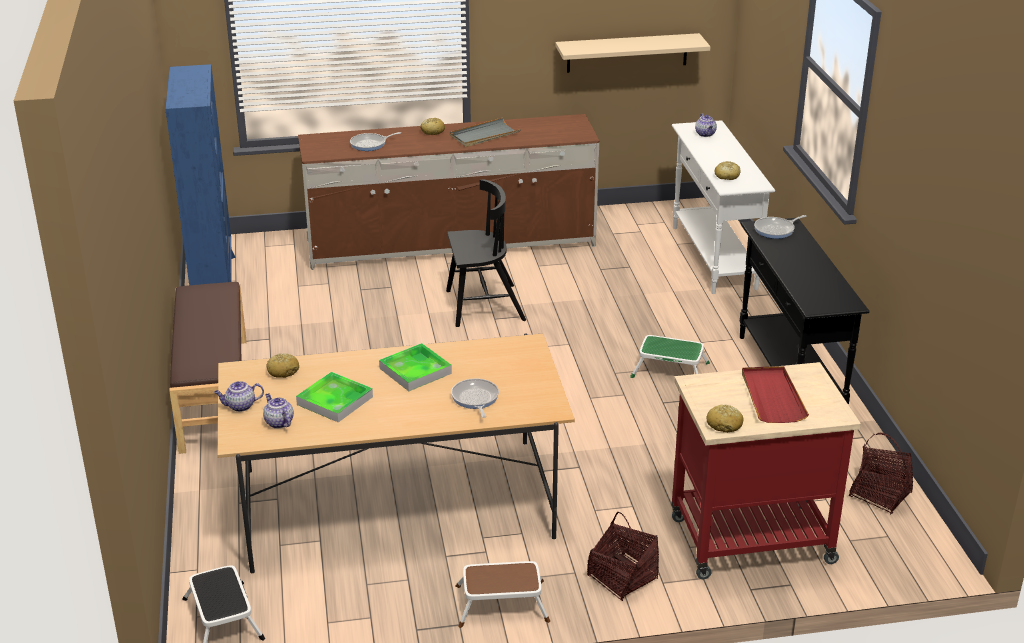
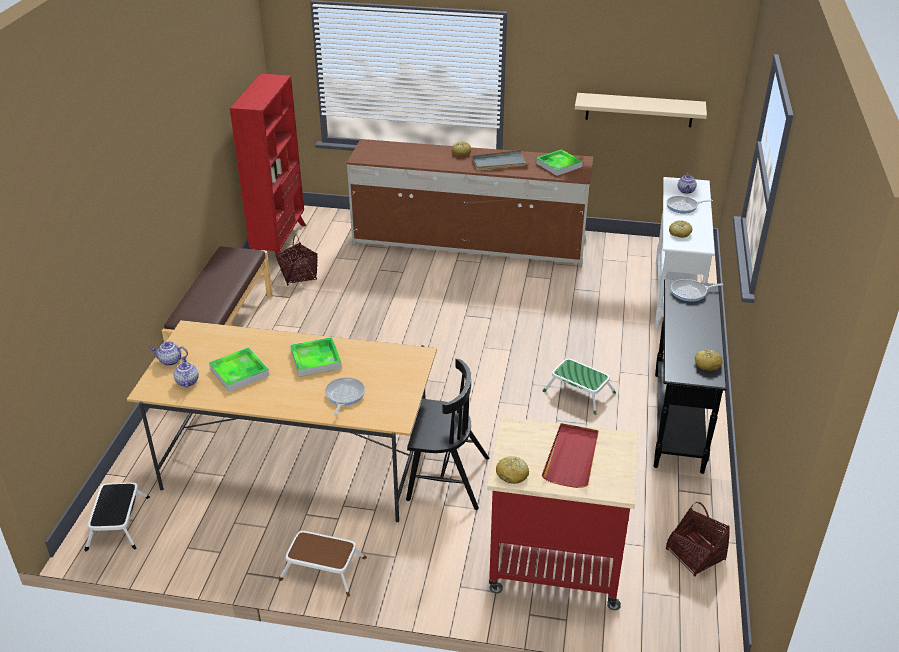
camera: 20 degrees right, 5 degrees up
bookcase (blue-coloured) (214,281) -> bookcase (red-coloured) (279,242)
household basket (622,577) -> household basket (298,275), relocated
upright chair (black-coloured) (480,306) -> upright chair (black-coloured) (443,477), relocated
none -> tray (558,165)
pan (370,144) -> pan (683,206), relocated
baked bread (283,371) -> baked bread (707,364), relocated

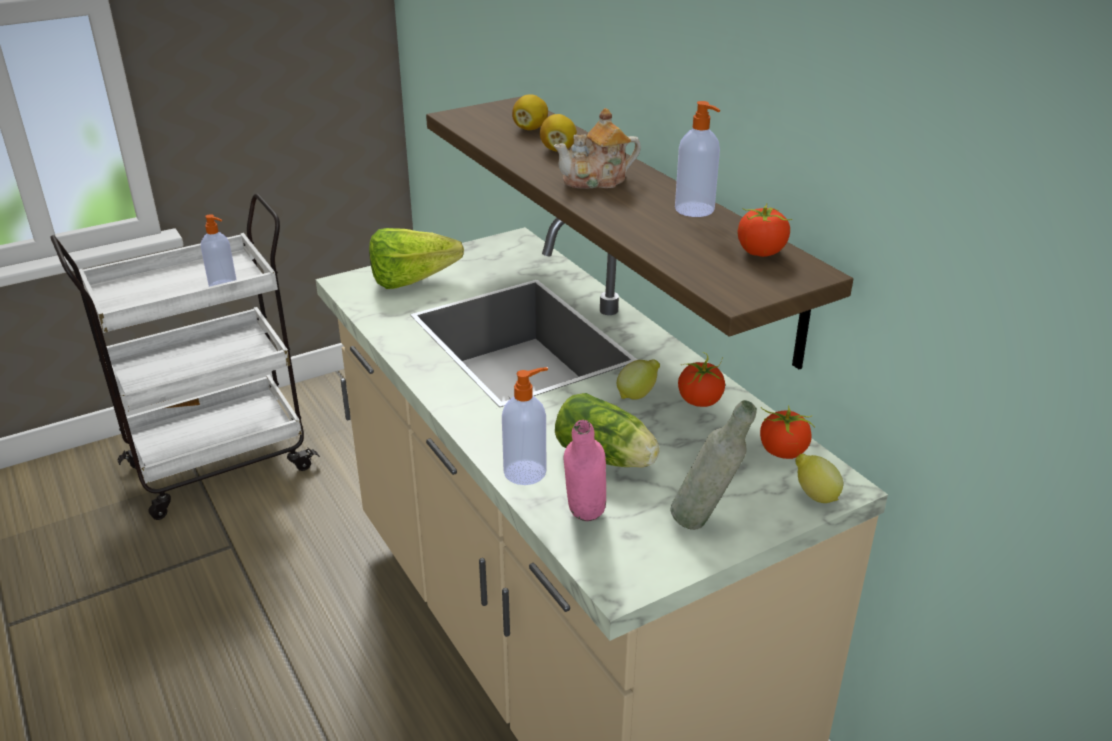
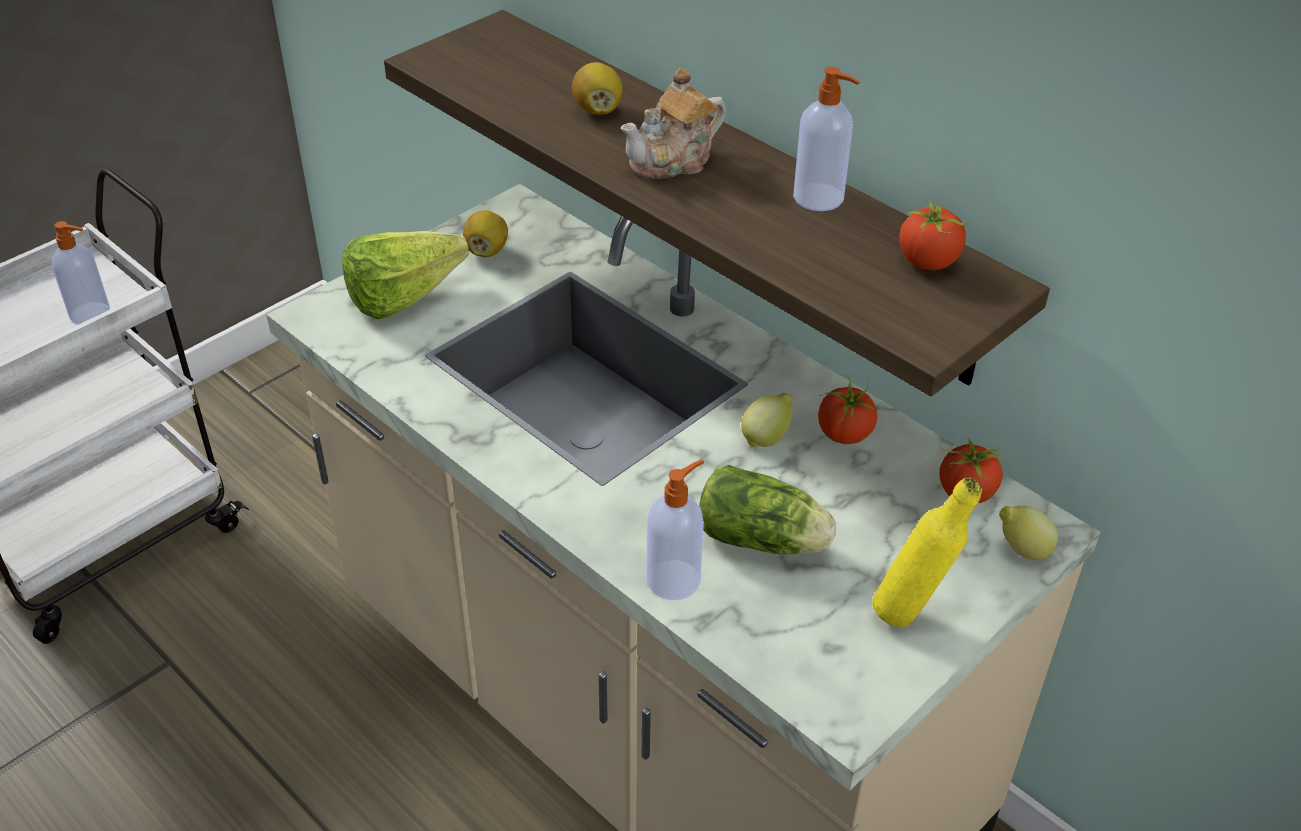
camera: 15 degrees left, 10 degrees up
citrus fruit (530,128) -> citrus fruit (486,250), relocated
drink bottle (greyish) (705,522) -> drink bottle (yellowish) (912,611)
drink bottle (pink-coloured) (584,524) -> none

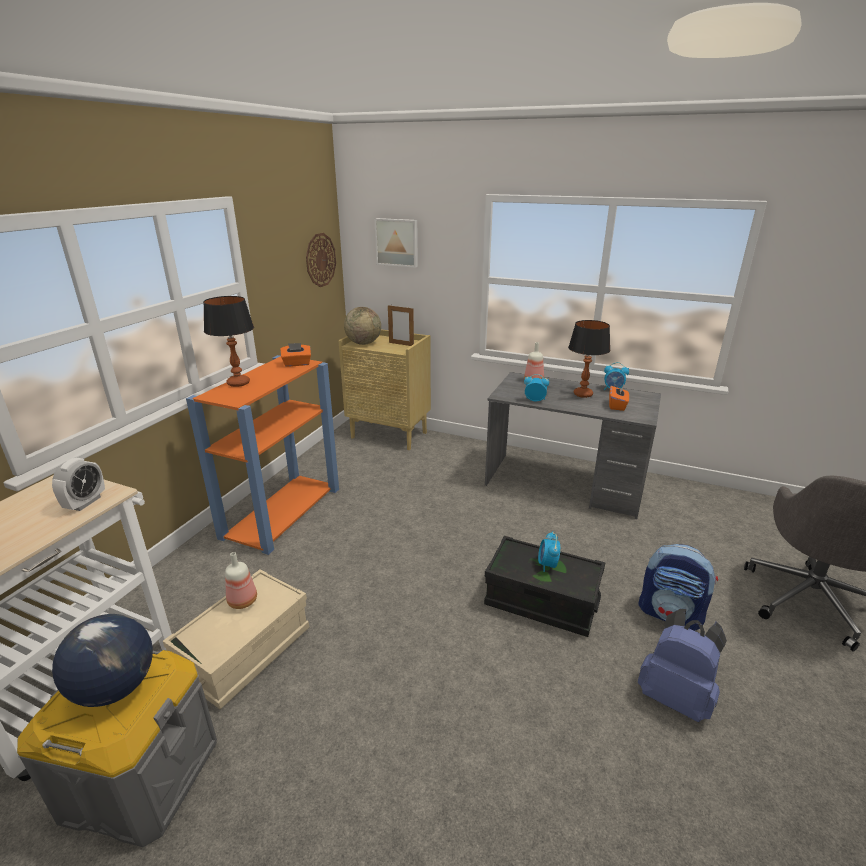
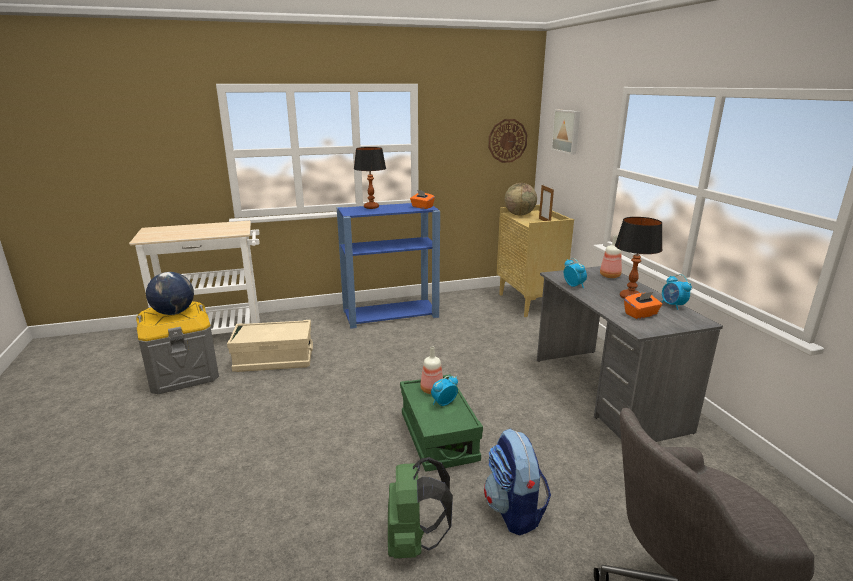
camera: 50 degrees right, 5 degrees down
bookcase (orangey) (283,512) -> bookcase (blue-coloured) (391,314)
knapsack (blue-coloured) (675,696) -> knapsack (green-coloured) (414,541)
storage container (black-coloured) (541,602) -> storage container (green-coloured) (438,437)
drink bottle (243,601) -> drink bottle (432,390), relocated
alarm clock (85,503) -> none

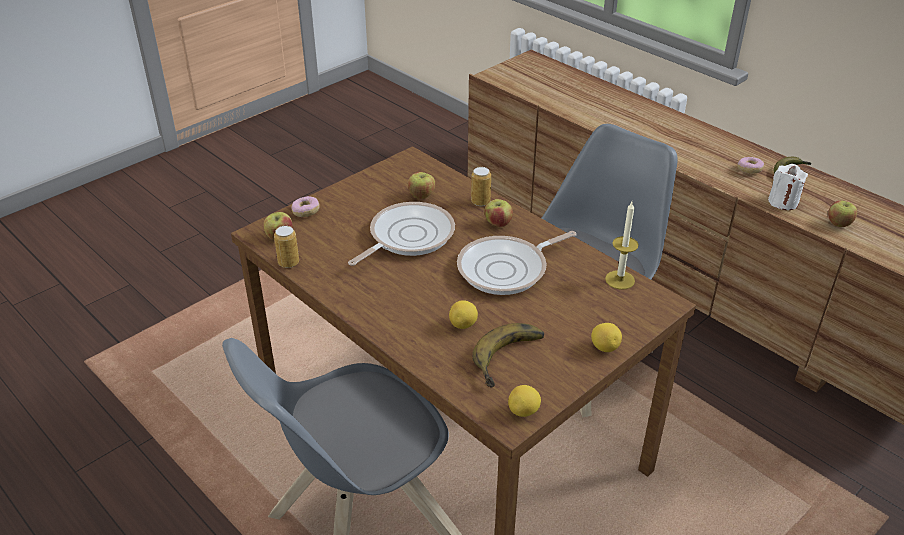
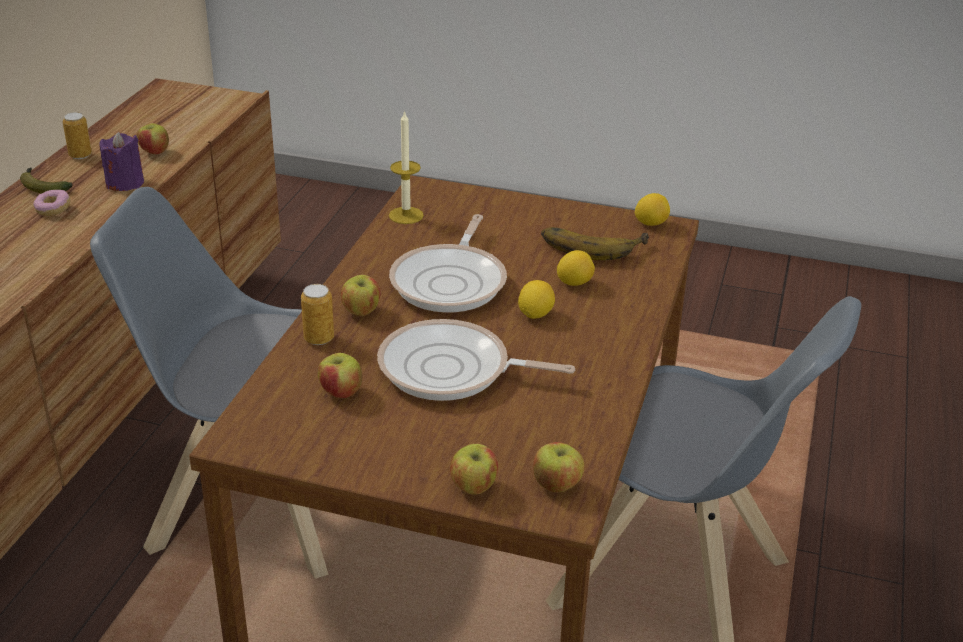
camera: 120 degrees left, 5 degrees down
can (288,263) -> can (80,155), relocated
wax candle (white-coloured) (783,202) -> wax candle (purple) (125,183)
pan (507,269) -> pan (451,282), 75 degrees clockwise
donut (306,212) -> apple fruit (474,487)
citrus fruit (604,347) -> citrus fruit (535,314), relocated

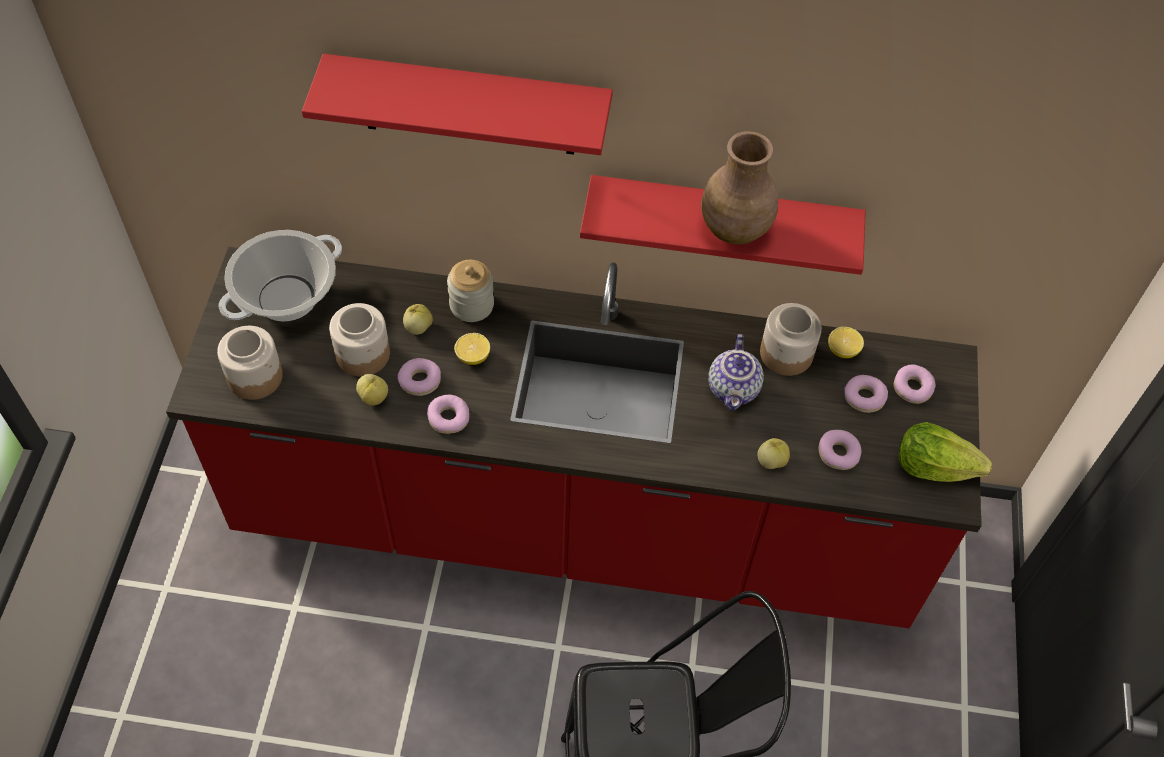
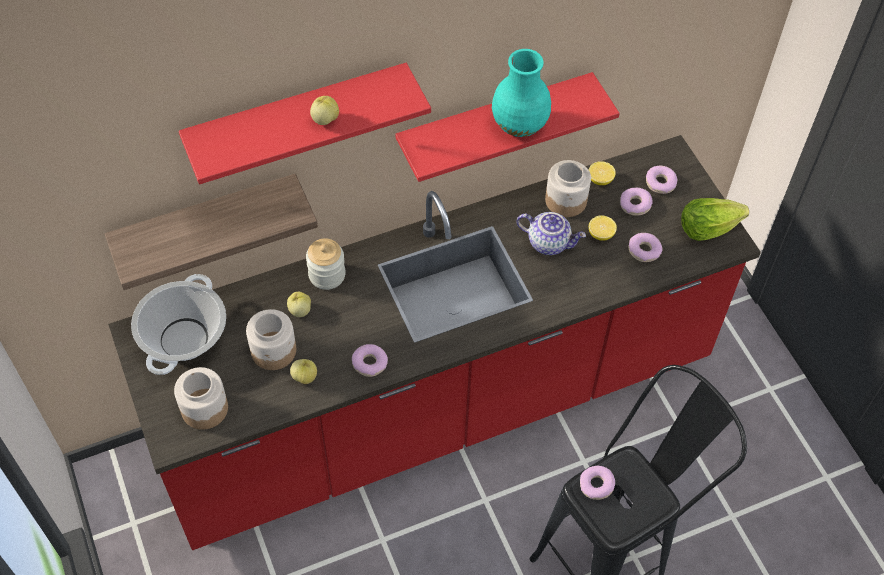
camera: 30 degrees left, 0 degrees up
none -> bracket shelf (207,224)
apple fruit (771,461) -> apple fruit (325,119), relocated
vase (brownish) (735,229) -> vase (blue-green) (520,125)
tea pot (734,389) -> tea pot (549,242), 45 degrees counterclockwise
donut (420,381) -> donut (596,485), relocated
citrus fruit (473,356) -> citrus fruit (601,234), relocated

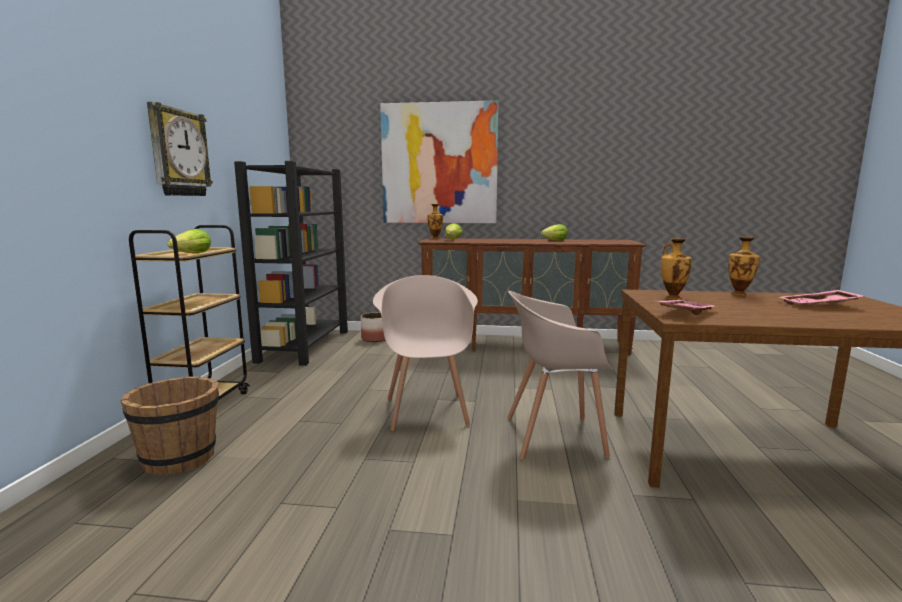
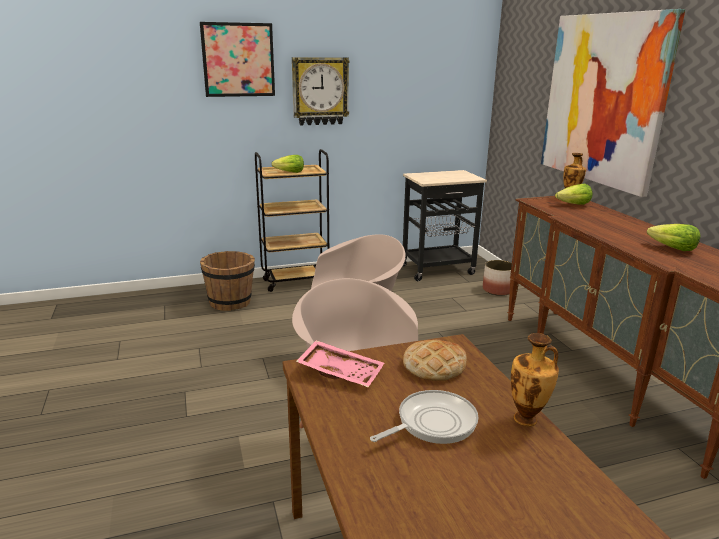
camera: 65 degrees right, 10 degrees up
none -> picture (238,60)
none -> pan (432,423)
bookcase (black-coloured) (305,346) -> cart (437,270)
vase (672,297) -> baked bread (434,366)
tray (pink-coloured) (819,306) -> none

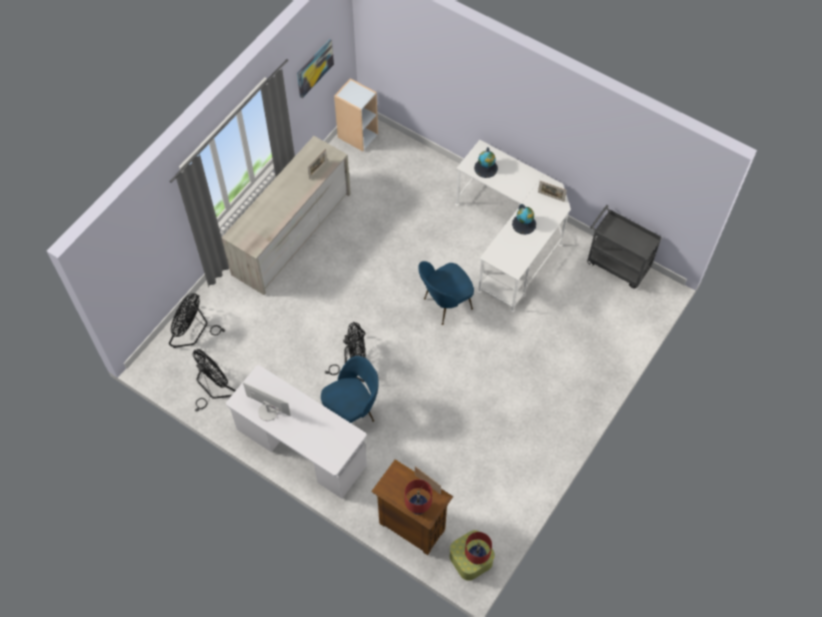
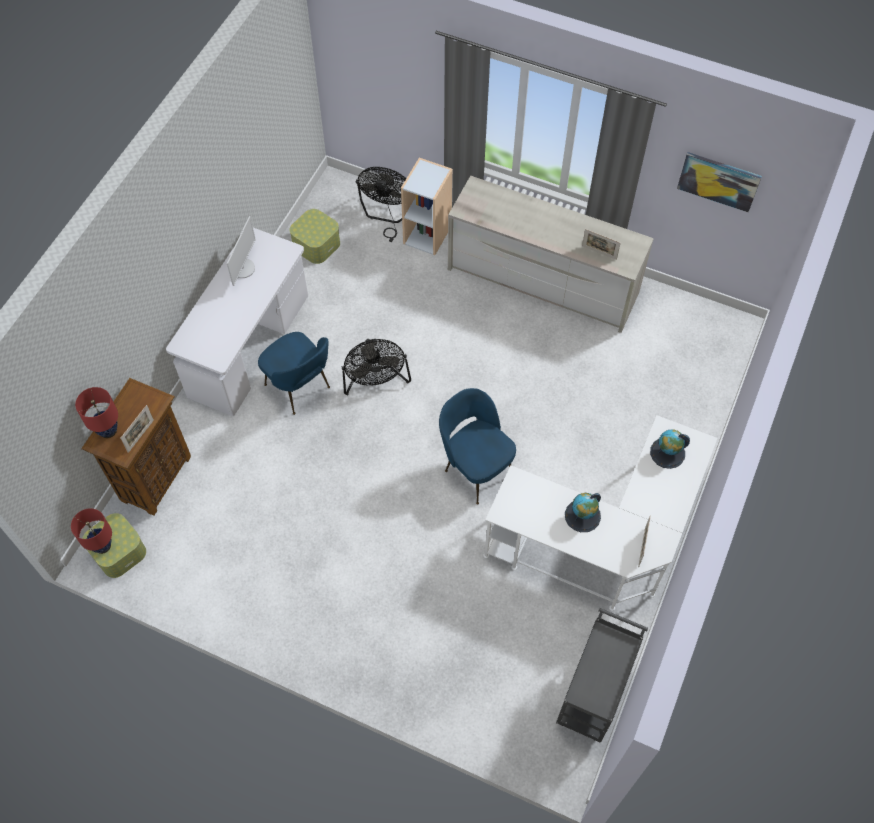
camera: 80 degrees right, 0 degrees up
cooling fan (black-coloured) (211,386) -> storage container (316,244)
bookcase (357,135) -> bookcase (428,234), relocated

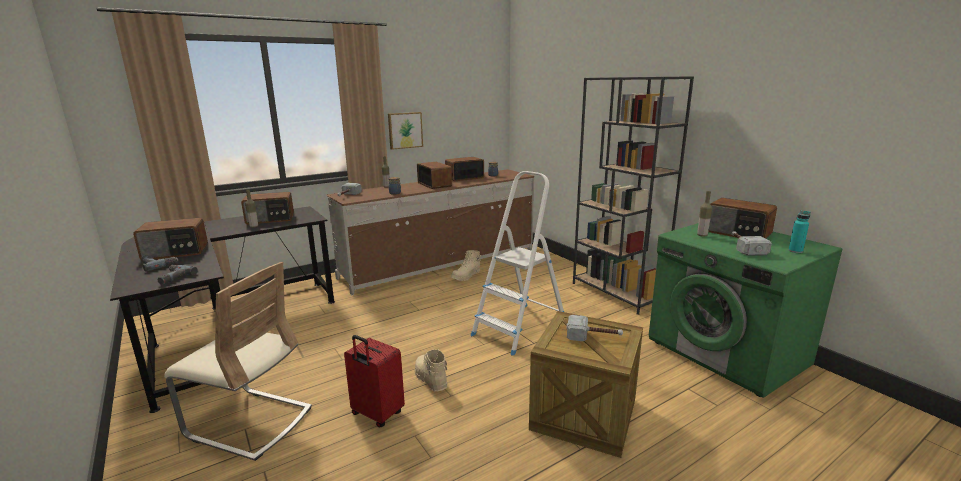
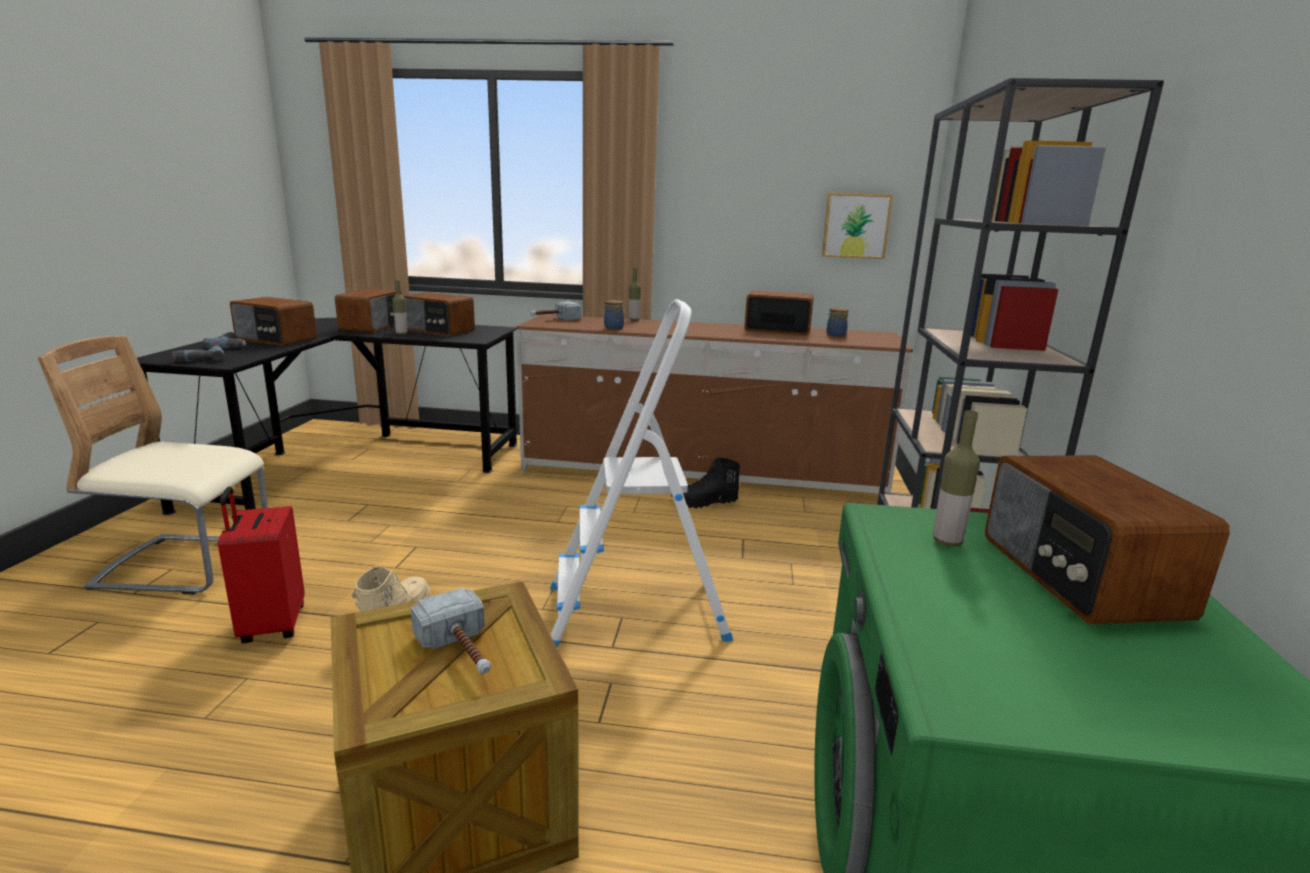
camera: 40 degrees right, 0 degrees up
upright chair (sand-coloured) (249,422) -> upright chair (sand-coloured) (185,564), 120 degrees clockwise
radio receiver (434,184) -> radio receiver (373,326), relocated
tall boot (sand-coloured) (466,276) -> tall boot (black-coloured) (704,502)
picture (405,130) -> picture (856,225), relocated
tool hammer (744,247) -> none
drink bottle (blue-green) (795,251) -> none

